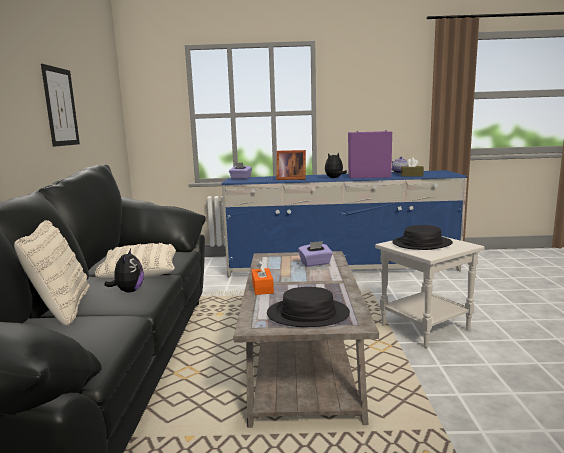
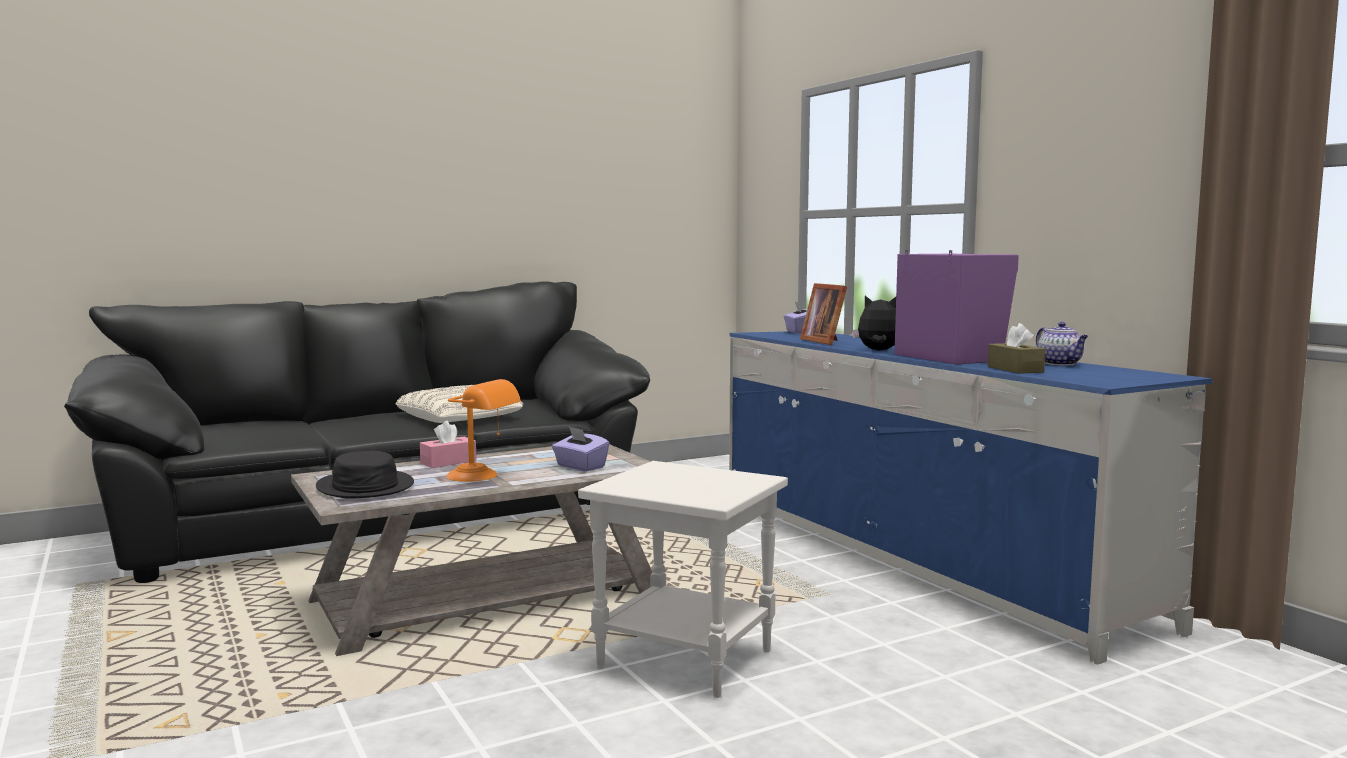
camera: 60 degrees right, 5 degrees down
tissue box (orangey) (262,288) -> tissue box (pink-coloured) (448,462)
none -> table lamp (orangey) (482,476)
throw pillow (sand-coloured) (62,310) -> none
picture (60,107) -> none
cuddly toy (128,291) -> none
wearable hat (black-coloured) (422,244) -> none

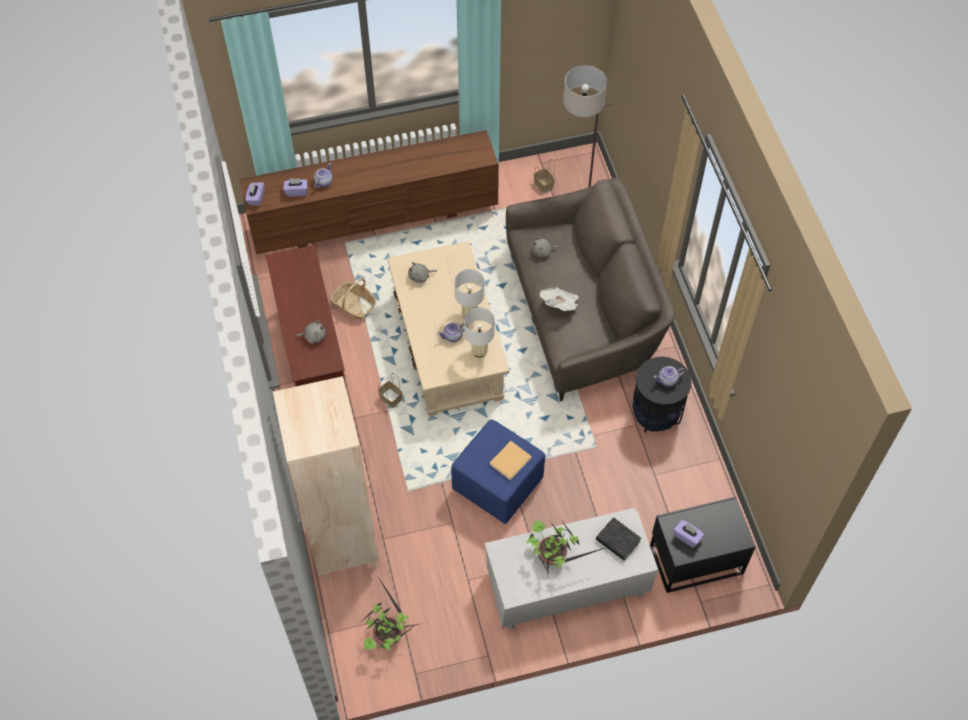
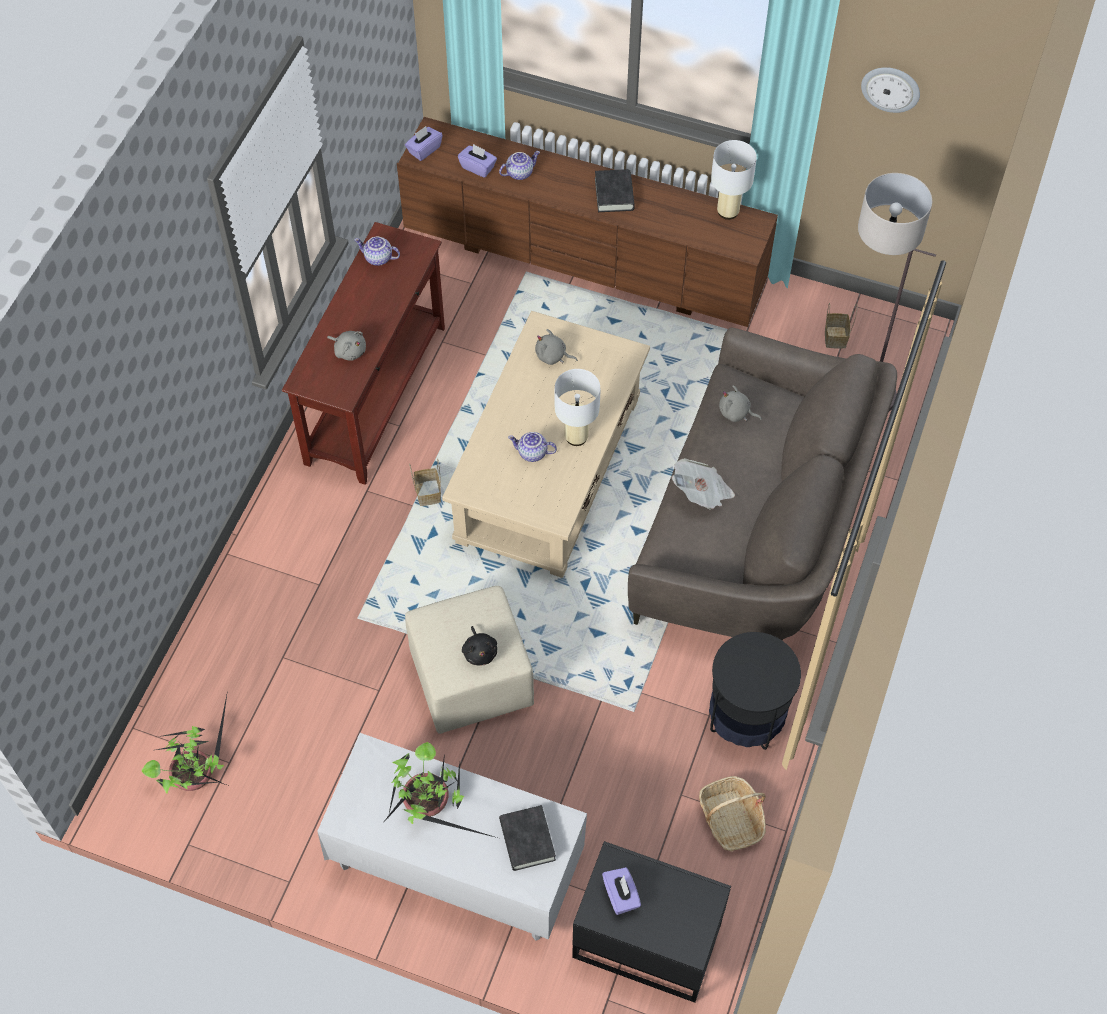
camera: 35 degrees right, 0 degrees up
tea pot (667,380) -> tea pot (378,258), relocated
footrest (blue-coloured) (496,484) -> footrest (sand-coloured) (470,678)
volume (sand-coloured) (511,460) -> cuddly toy (black-coloured) (480,652)
none -> volume (black-coloured) (614,194)
household basket (354,305) -> household basket (731,819), relocated
table lamp (white-coloured) (479,351) -> table lamp (white-coloured) (727,211), relocated
none -> hanging clock (891,88)
bookcase (sand-coloured) (343,545) -> none

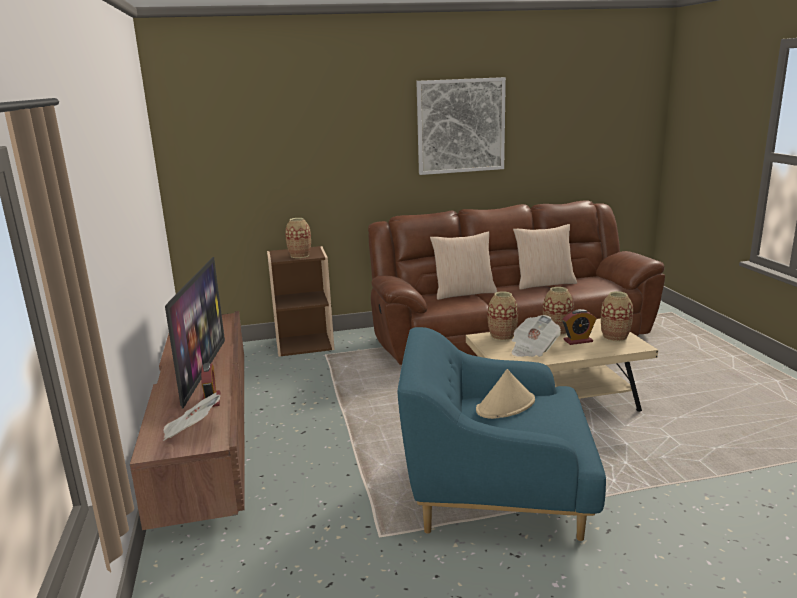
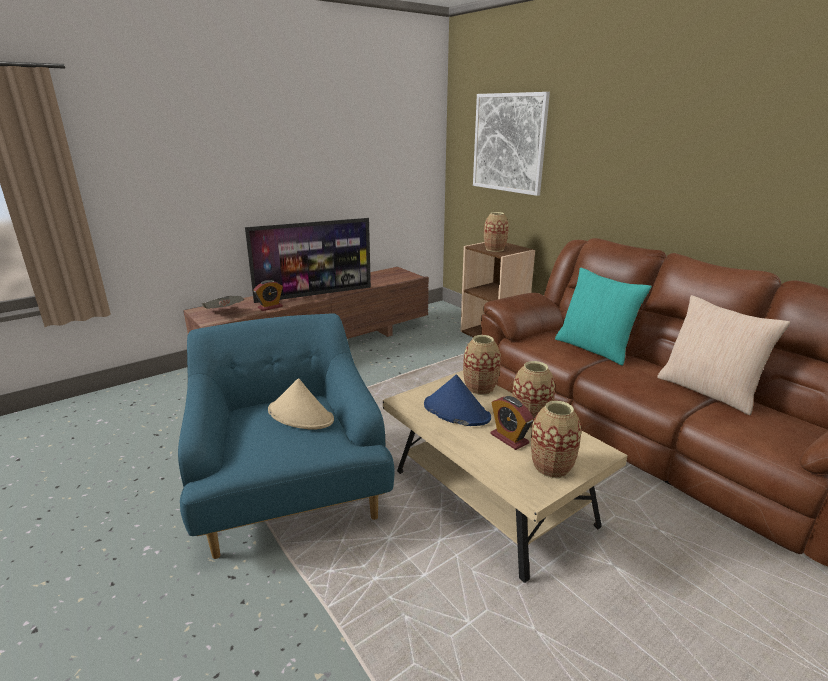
camera: 65 degrees right, 5 degrees up
daily paper (533,349) -> wearable hat (blue-coloured) (456,411)
picture (461,126) -> picture (509,143), relocated
throw pillow (sand-coloured) (464,293) -> throw pillow (blue-green) (594,348)

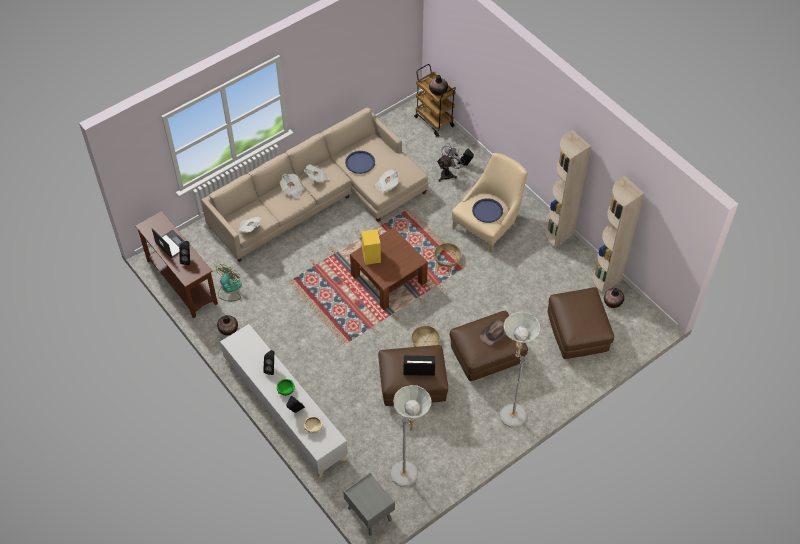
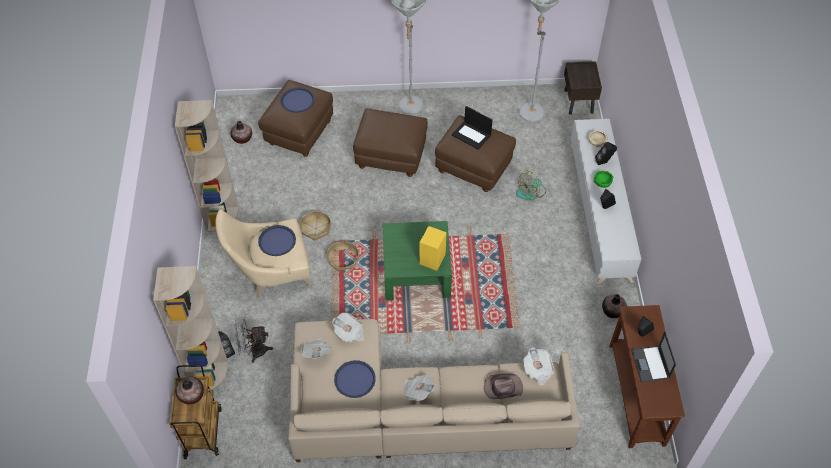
camera: 145 degrees left, 0 degrees up
bookcase (sand-coloured) (603,280) -> bookcase (sand-coloured) (209,378), relocated
none -> tray (blue-coloured) (297,100)
household basket (425,341) -> household basket (315,228), relocated
daily paper (292,190) -> daily paper (316,352), relocated
lounge table (brownish) (389,278) -> lounge table (green-coloured) (416,272)
wearable hat (brownish) (495,333) -> wearable hat (brownish) (502,387), relocated
cooling fan (229,289) -> cooling fan (531,192), relocated
night table (greyish) (369,514) -> night table (brownish) (578,102)

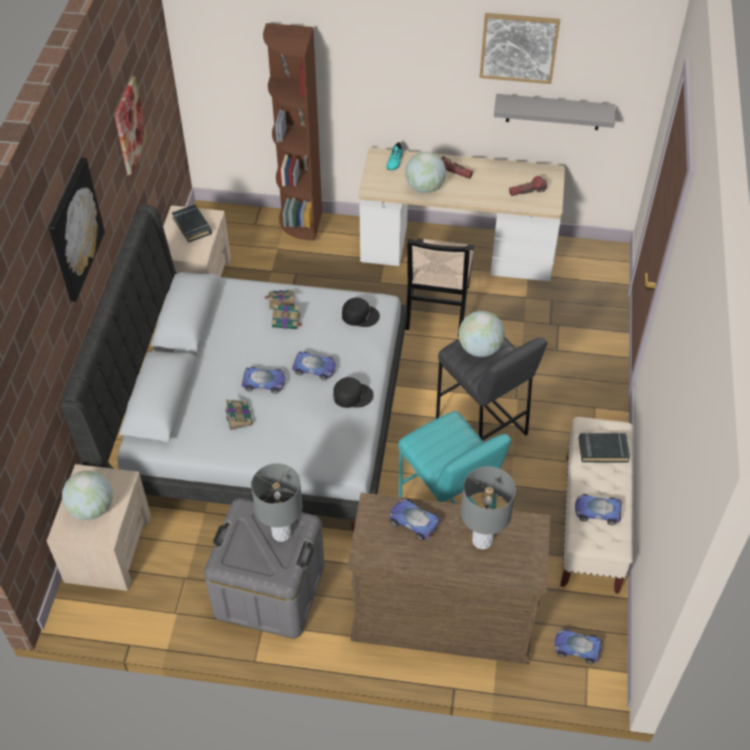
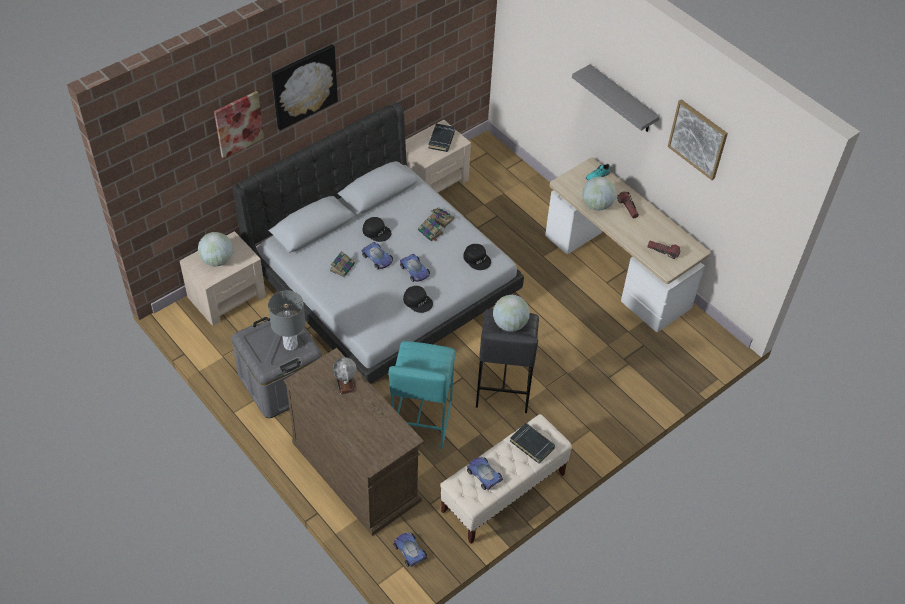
camera: 40 degrees right, 0 degrees up
picture (129,126) -> picture (238,124), relocated
toy car (413,521) -> desk globe (345,384)
none -> cap (black-coloured) (377,231)
bracket shelf (greyish) (553,112) -> bracket shelf (greyish) (622,100), relocated
bookcase (brownish) (300,227) -> none
upright chair (437,308) -> none
table lamp (greyish) (482,540) -> none

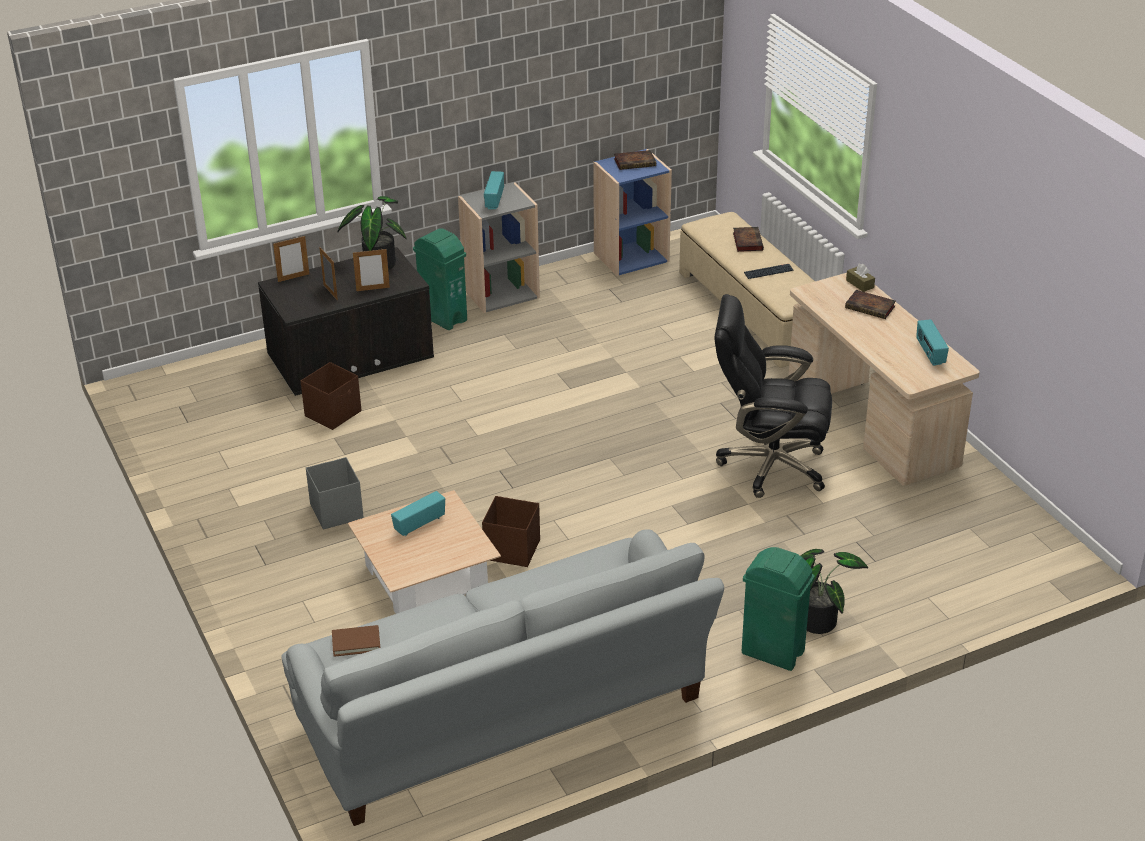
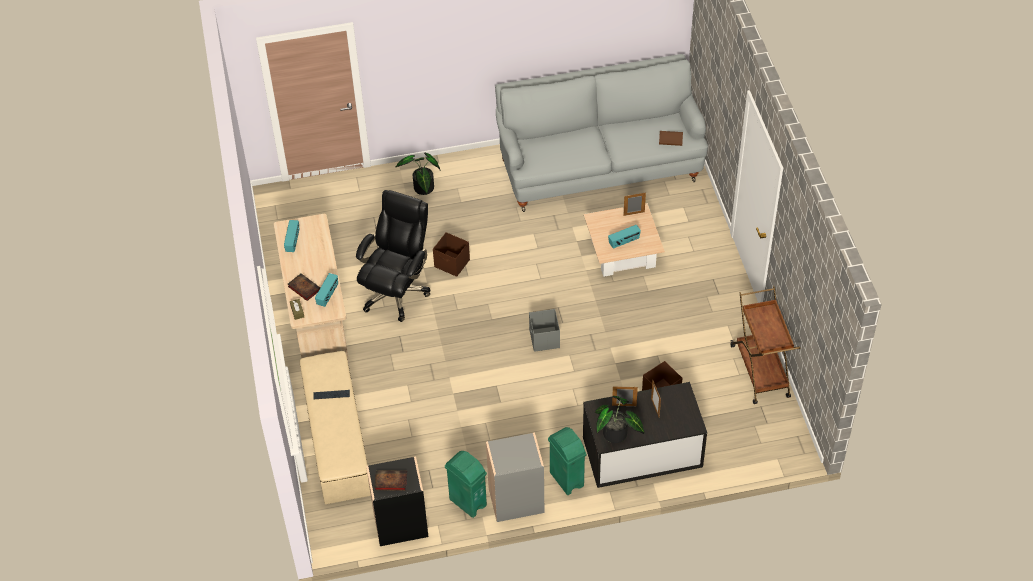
camera: 165 degrees left, 15 degrees up
radio receiver (494,200) -> radio receiver (328,295), relocated
office chair (black-coloured) (768,466) -> office chair (black-coloured) (398,293), 90 degrees counterclockwise
bookcase (blue-coloured) (631,256) -> bookcase (black-coloured) (400,525)
storage container (brownish) (511,549) -> storage container (brownish) (452,264), relocated
waste bin (green-coloured) (773,653) -> waste bin (green-coloured) (467,502), relocated
storage container (greyish) (336,511) -> storage container (greyish) (544,339), relocated
picture frame (293,278) -> picture frame (634,214), relocated
none -> cart (brownish) (760,372)
volume (747,241) -> none

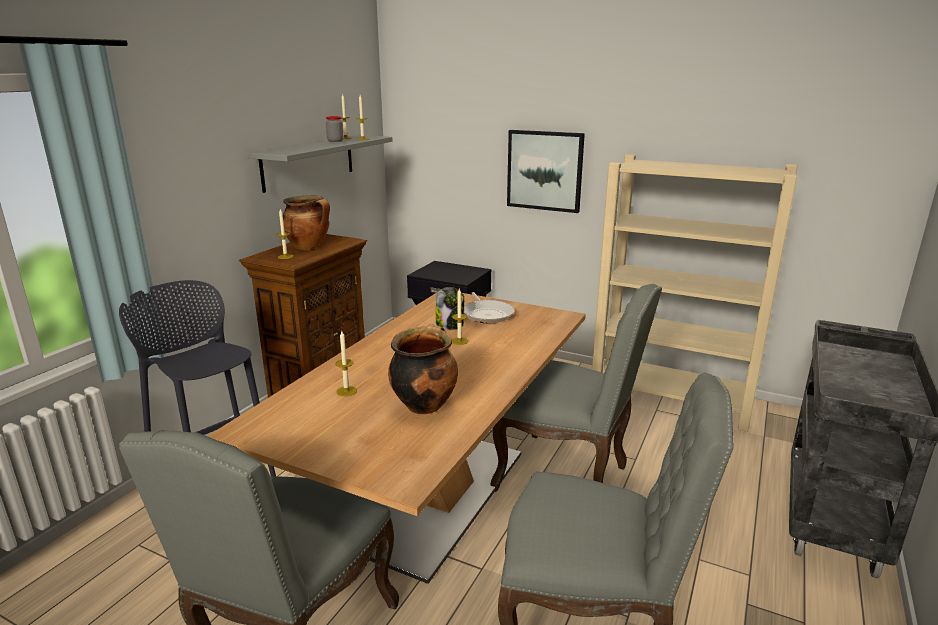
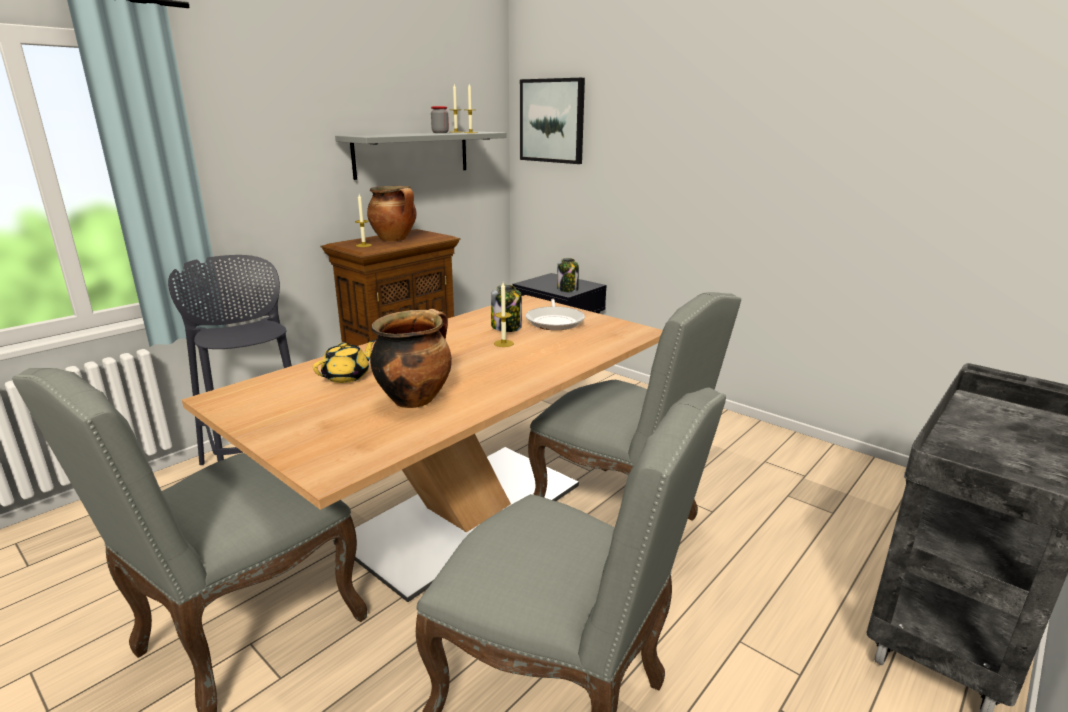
camera: 15 degrees right, 0 degrees up
wax candle (346,391) -> tea pot (yellowish) (347,376)
picture (545,170) -> picture (552,121), relocated
none -> preserve jar (568,289)
bookcase (sand-coloured) (671,398) -> none

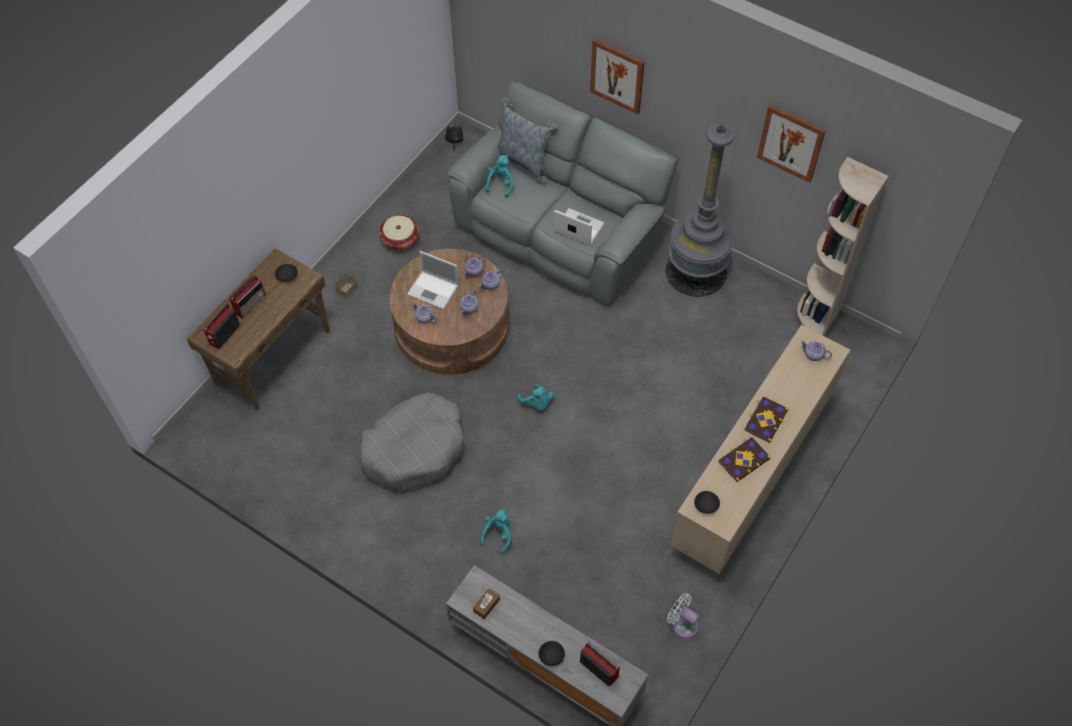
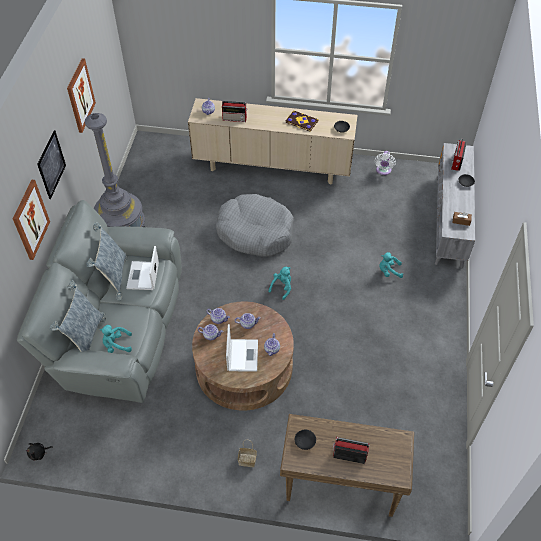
camera: 115 degrees left, 5 degrees down
none -> picture (51,164)
none -> throw pillow (113,279)
dog bed (greyish) (414,449) -> dog bed (greyish) (255,232), relocated
radio receiver (224,335) -> radio receiver (235,118), relocated
household basket (400,239) -> none
volume (765,420) -> none
bookcase (sand-coloured) (814,318) -> none

